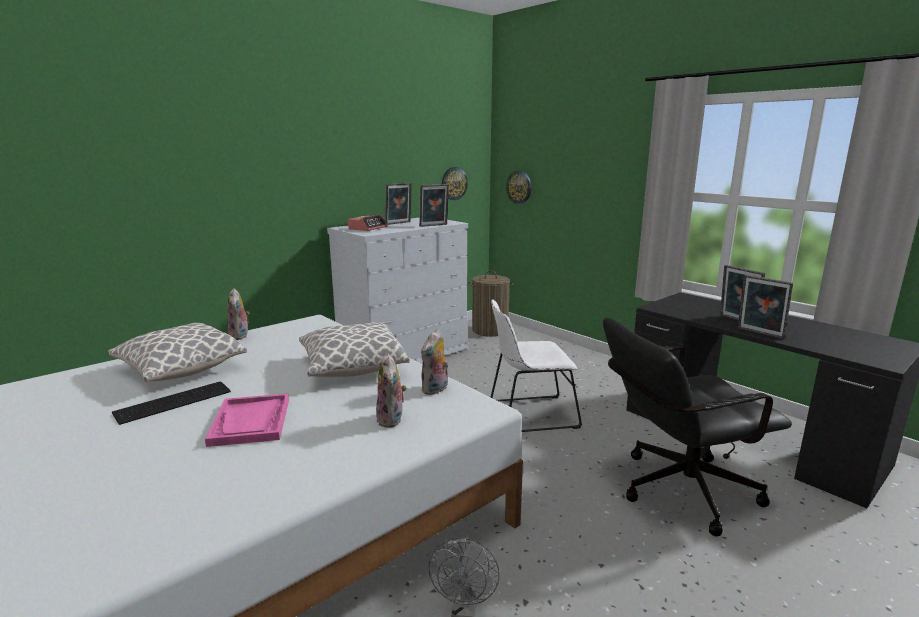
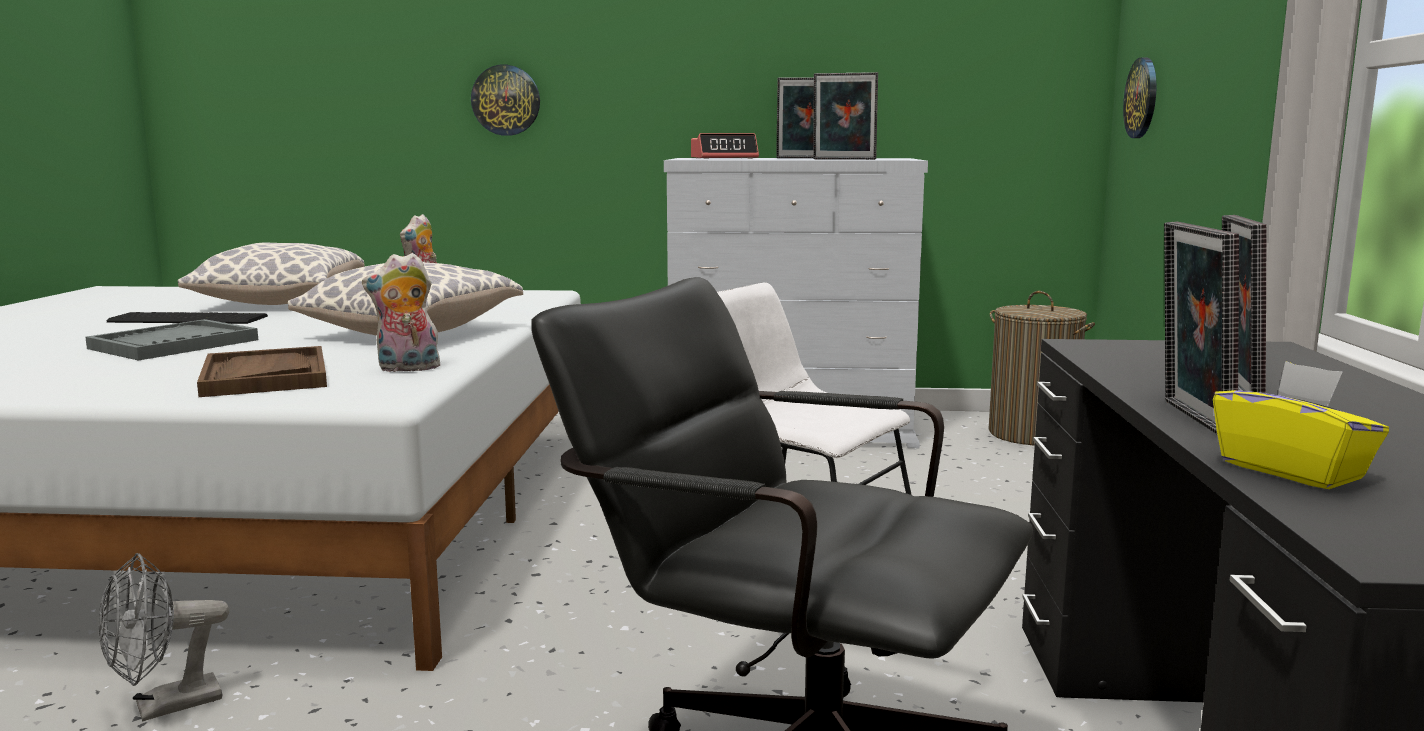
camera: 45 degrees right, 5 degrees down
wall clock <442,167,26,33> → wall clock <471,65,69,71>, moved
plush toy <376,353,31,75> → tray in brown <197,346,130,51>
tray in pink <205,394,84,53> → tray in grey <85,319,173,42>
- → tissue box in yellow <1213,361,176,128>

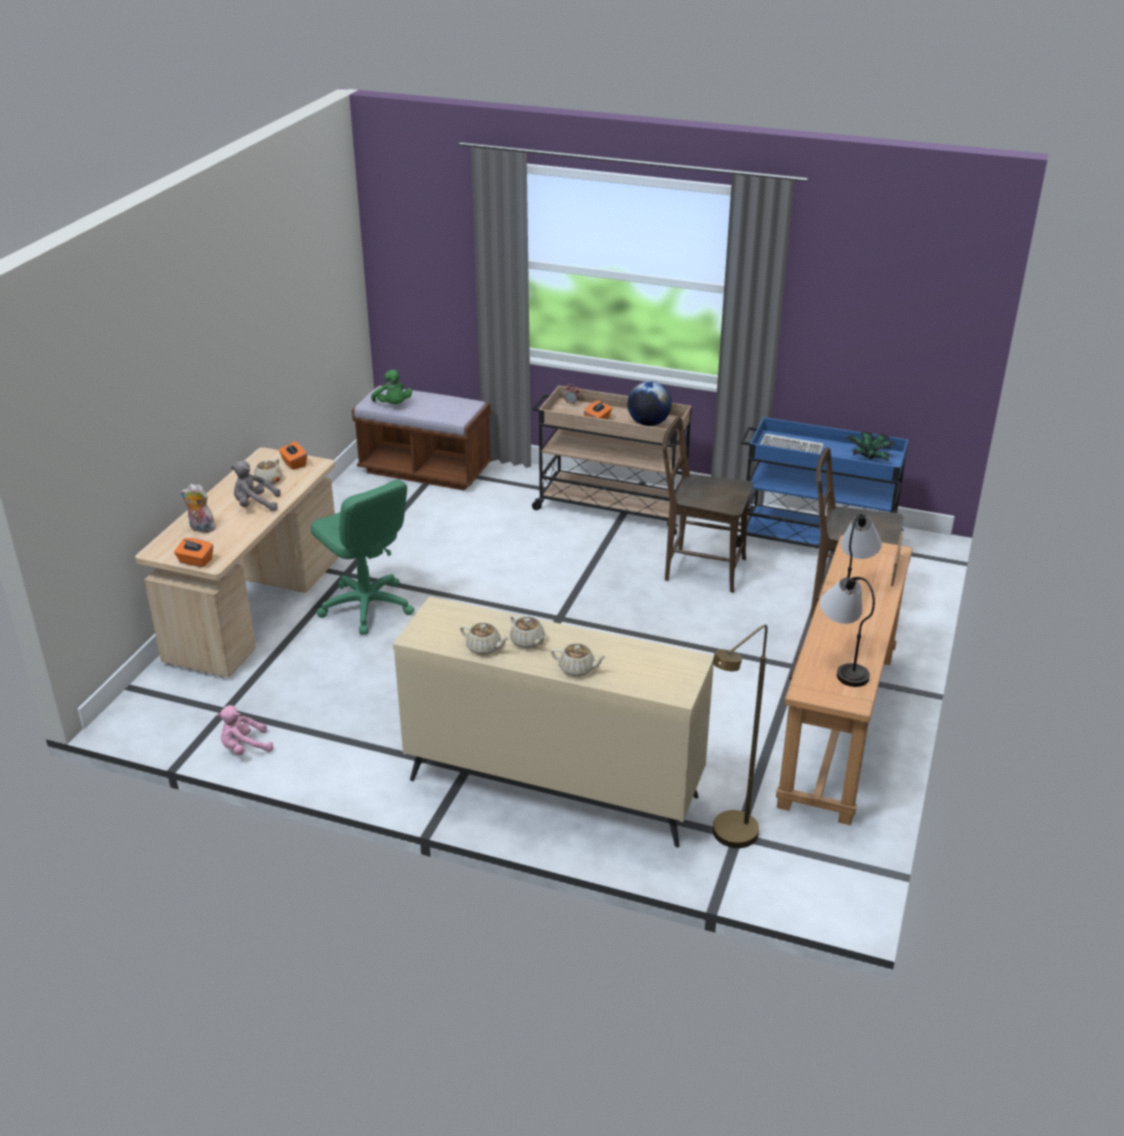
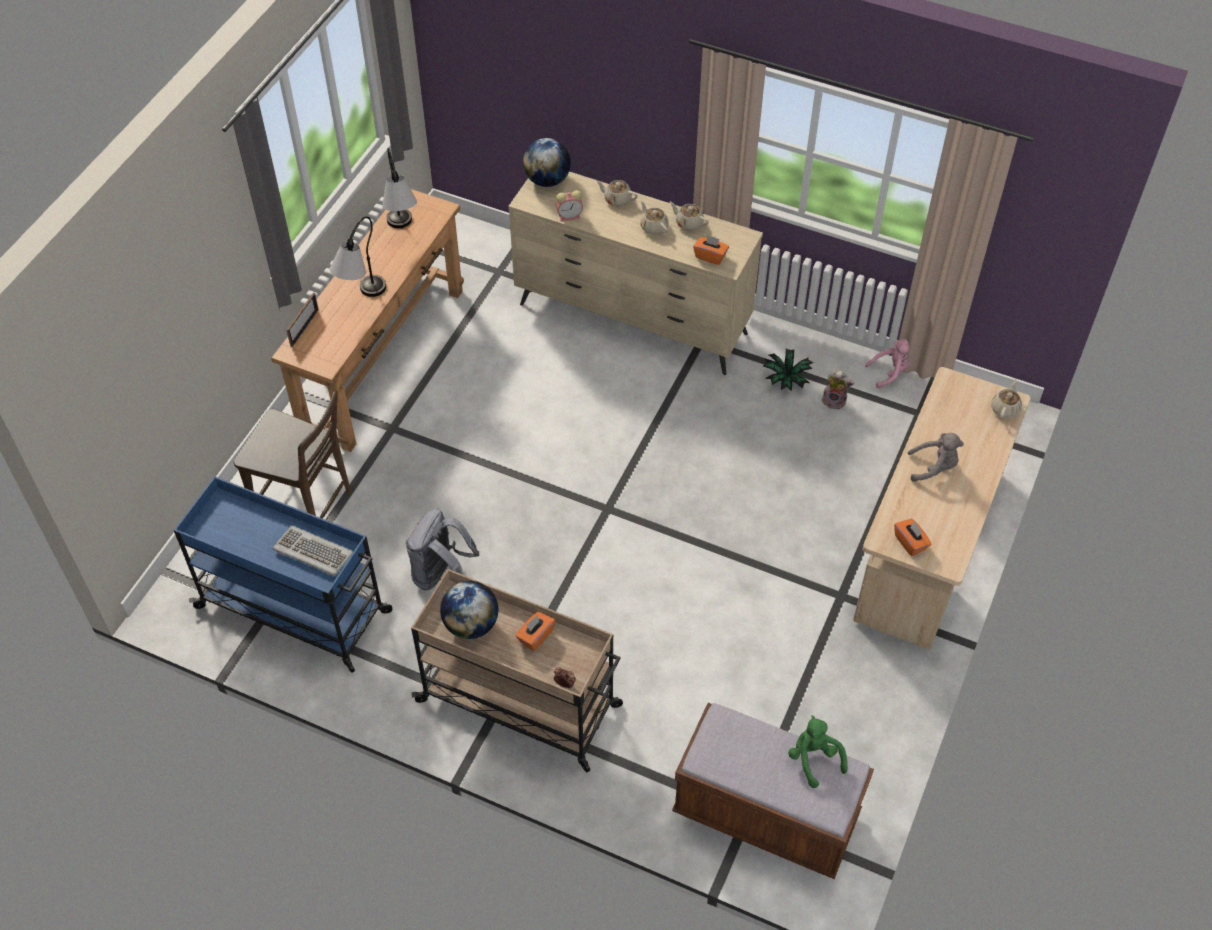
camera: 175 degrees left, 20 degrees up
chair in brown <662,417,91,176> → backpack in grey <406,508,73,82>
potted plant <846,432,50,29> → potted plant <763,348,50,43>, moved
teapot in beige <254,459,28,26> → teapot in beige <991,379,31,40>, moved
office chair in green <311,480,103,154> → -
plush toy <181,484,35,49> → plush toy <822,370,32,40>, moved
tissue box in orange <174,538,39,29> → tissue box in orange <693,235,36,30>, moved
floor lamp in brown <713,624,55,224> → -
- → globe <523,138,48,49>
- → alarm clock <556,190,27,32>

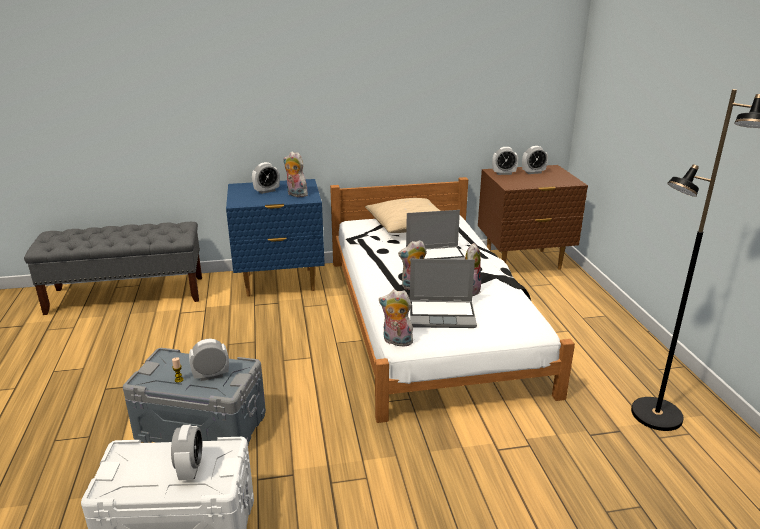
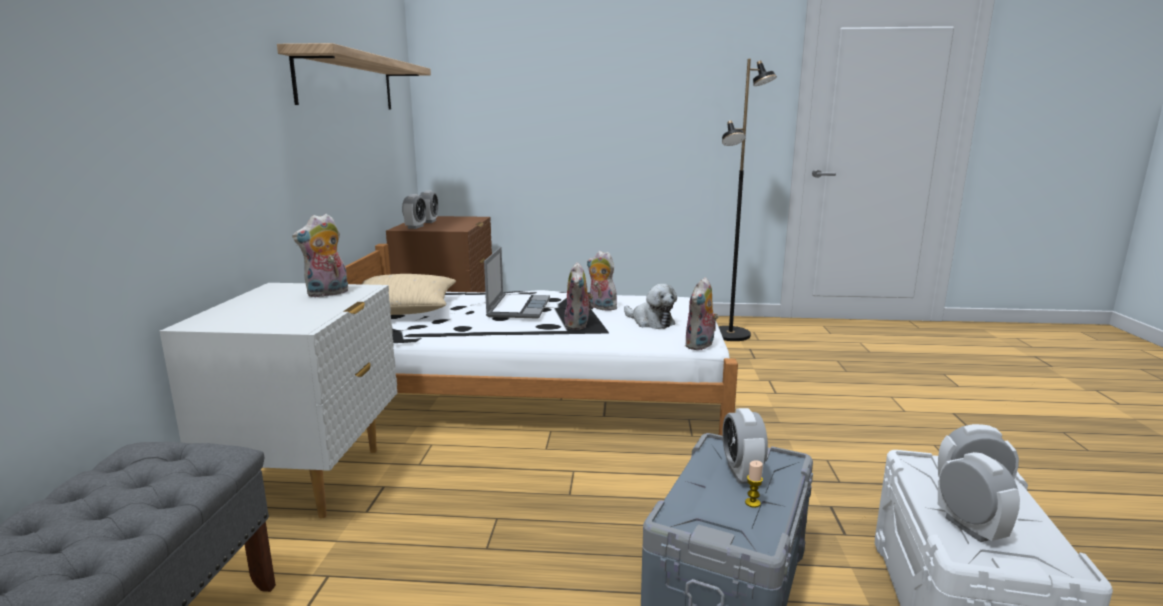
camera: 75 degrees left, 10 degrees down
alarm clock <252,162,28,32> → alarm clock <938,452,82,90>, moved
nightstand in blue <226,179,99,118> → nightstand in white <160,283,237,235>
laptop <410,259,67,69> → plush toy <624,284,53,45>
- → shelf <277,43,154,67>

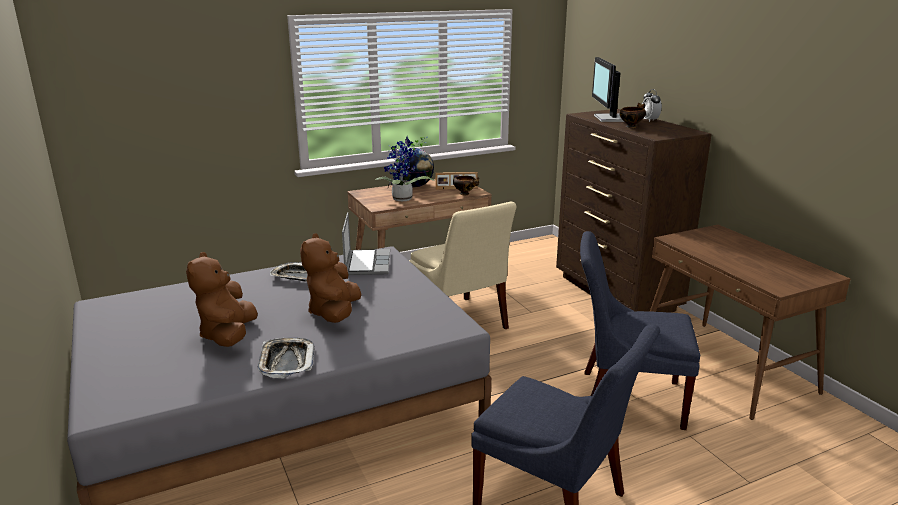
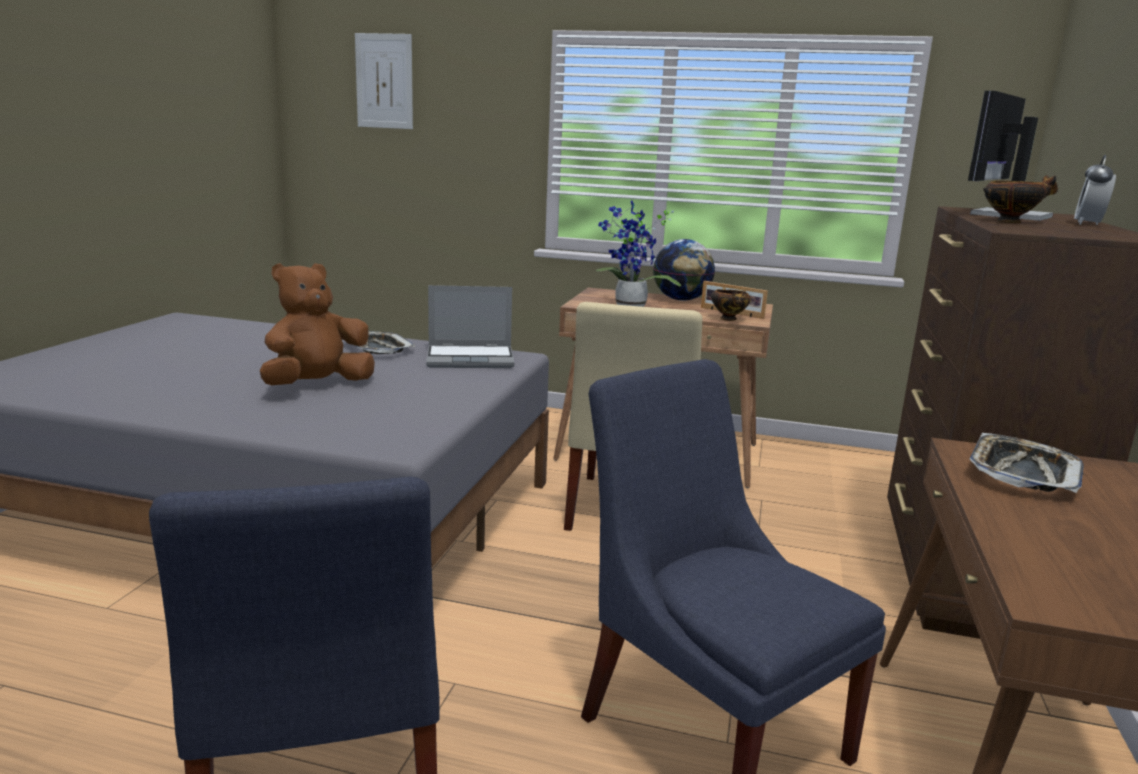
camera: 40 degrees right, 5 degrees down
laptop <342,212,48,63> → laptop <426,285,88,83>, 45 degrees clockwise
plush toy in brown <186,252,72,95> → -
tray <257,338,58,40> → tray <969,433,115,60>, moved
- → picture <355,33,58,96>

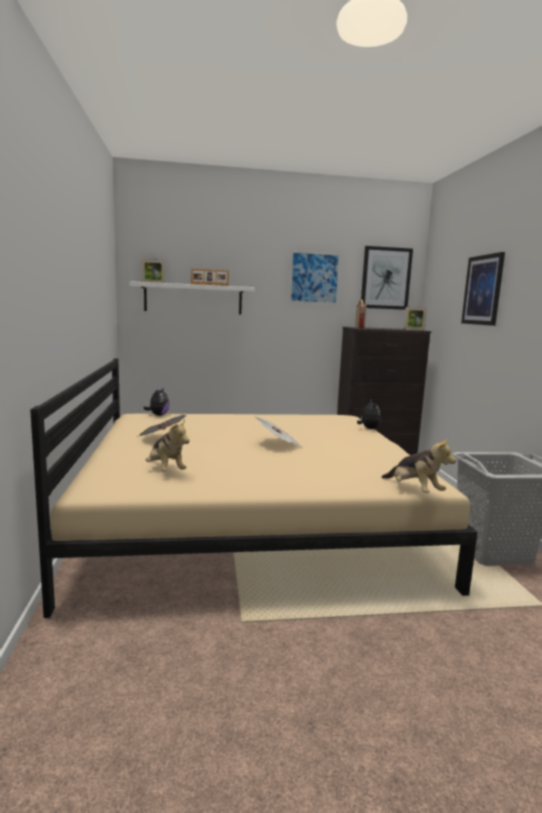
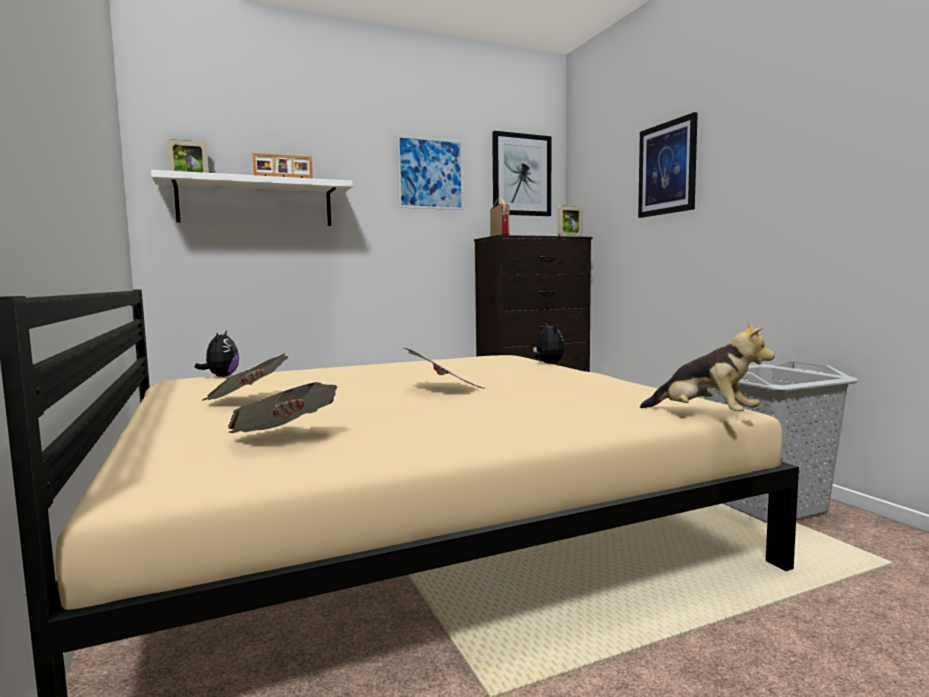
camera: 15 degrees left, 5 degrees down
plush toy <146,419,44,52> → newspaper <228,382,110,51>

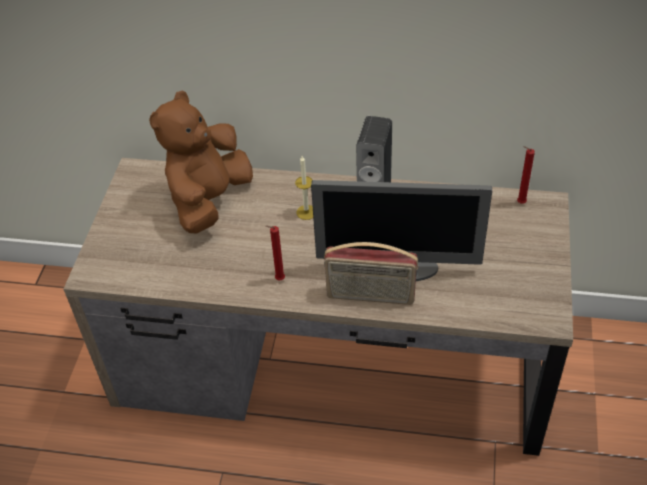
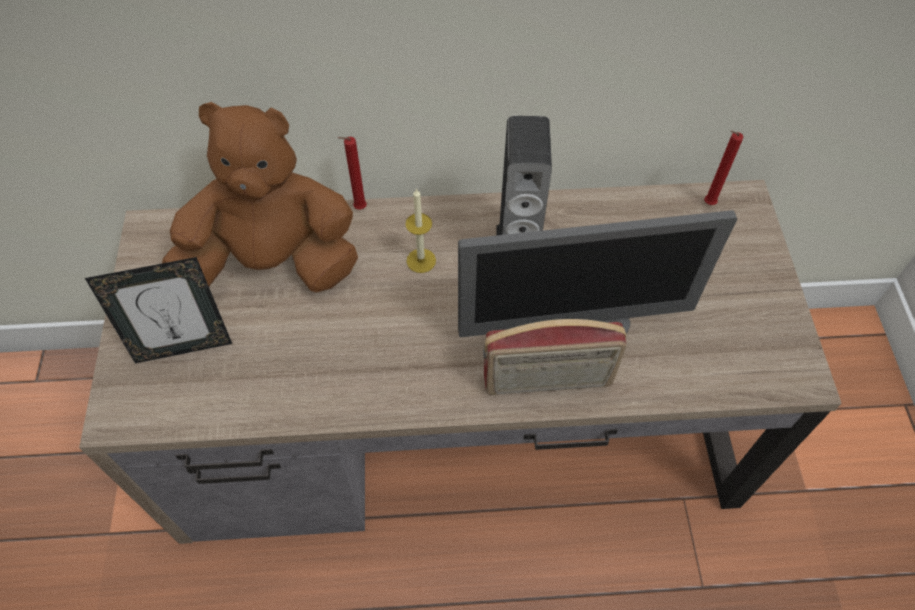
camera: 15 degrees left, 10 degrees up
plush toy in brown <149,90,104,143> → plush toy in brown <162,102,196,191>, 75 degrees clockwise
candle in red <265,226,20,54> → candle in red <338,137,29,73>, moved
- → picture frame <85,257,147,106>

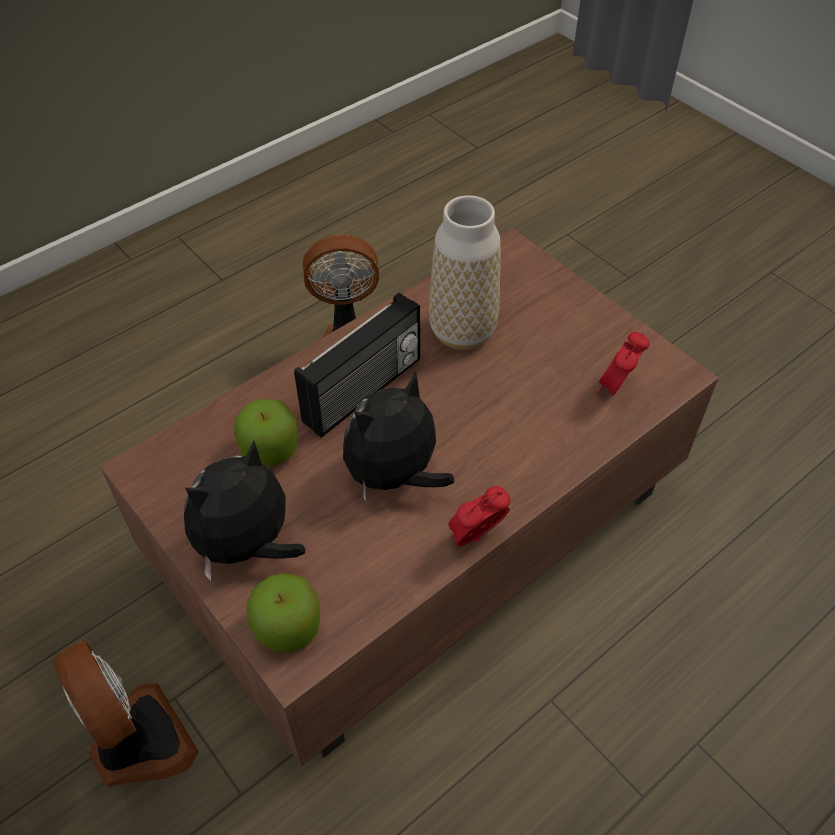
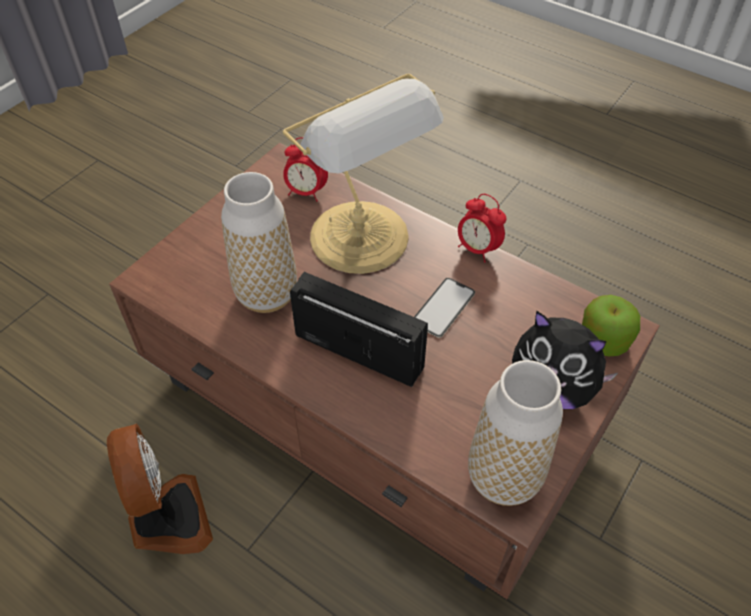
camera: 105 degrees left, 0 degrees up
plush toy <343,371,111,133> → phone <414,278,61,60>
apple <234,399,63,68> → -
fan <53,639,146,148> → -
- → table lamp <282,74,162,200>
- → vase <468,360,95,146>

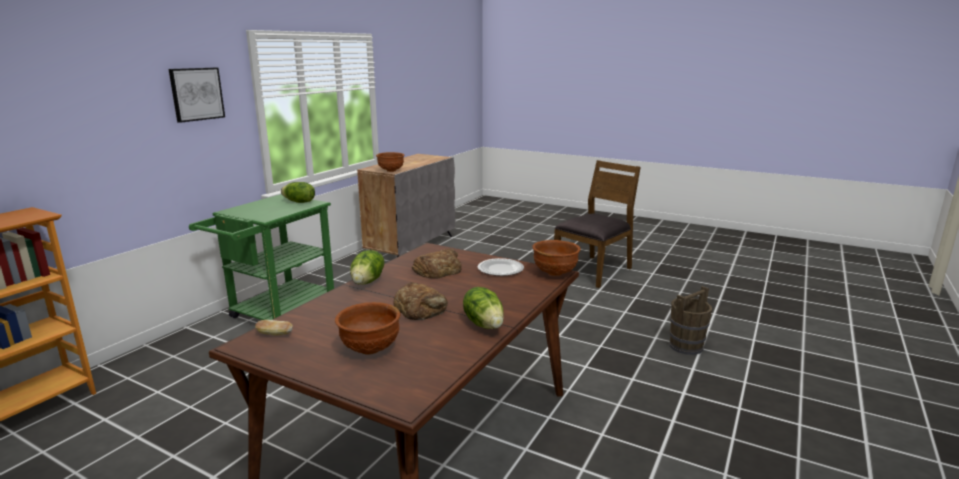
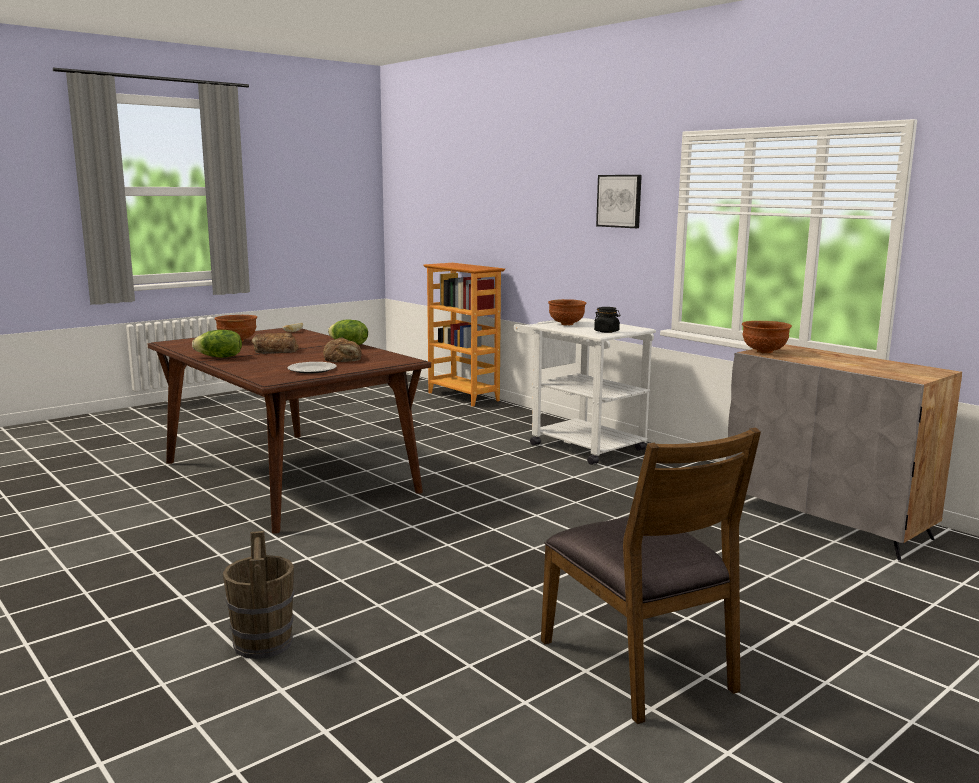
camera: 110 degrees right, 5 degrees down
lettuce <281,182,34,21> → jar in black <594,307,27,26>
cart in green <189,194,145,126> → cart in white <514,318,142,147>
bowl in brown <532,240,49,36> → bowl in brown <548,299,39,26>, moved

